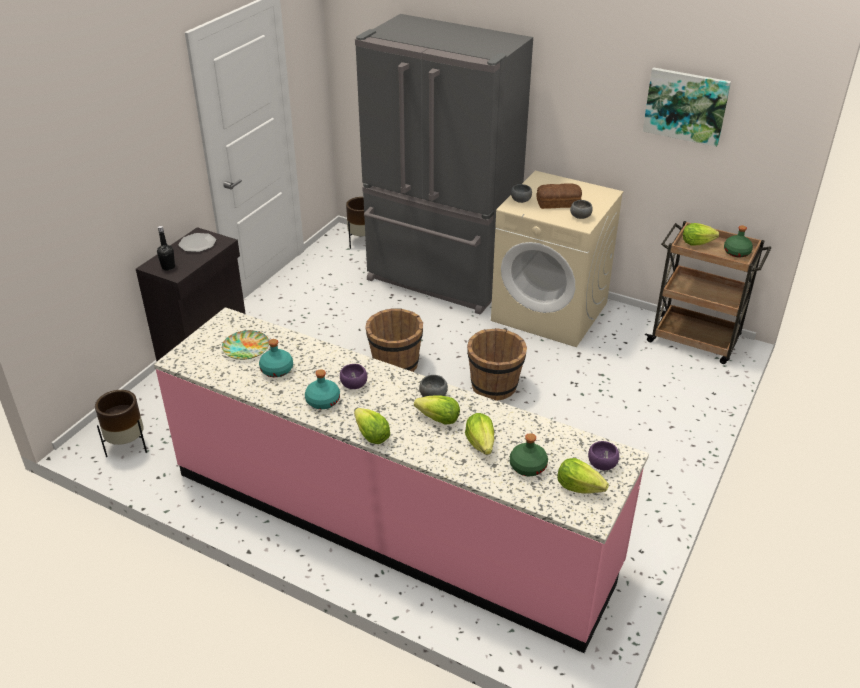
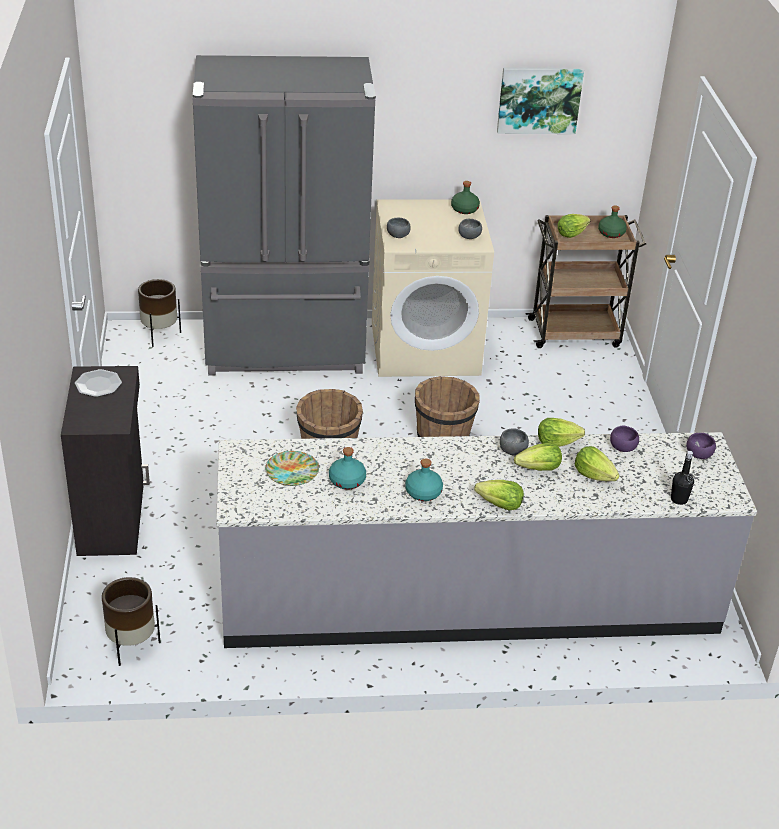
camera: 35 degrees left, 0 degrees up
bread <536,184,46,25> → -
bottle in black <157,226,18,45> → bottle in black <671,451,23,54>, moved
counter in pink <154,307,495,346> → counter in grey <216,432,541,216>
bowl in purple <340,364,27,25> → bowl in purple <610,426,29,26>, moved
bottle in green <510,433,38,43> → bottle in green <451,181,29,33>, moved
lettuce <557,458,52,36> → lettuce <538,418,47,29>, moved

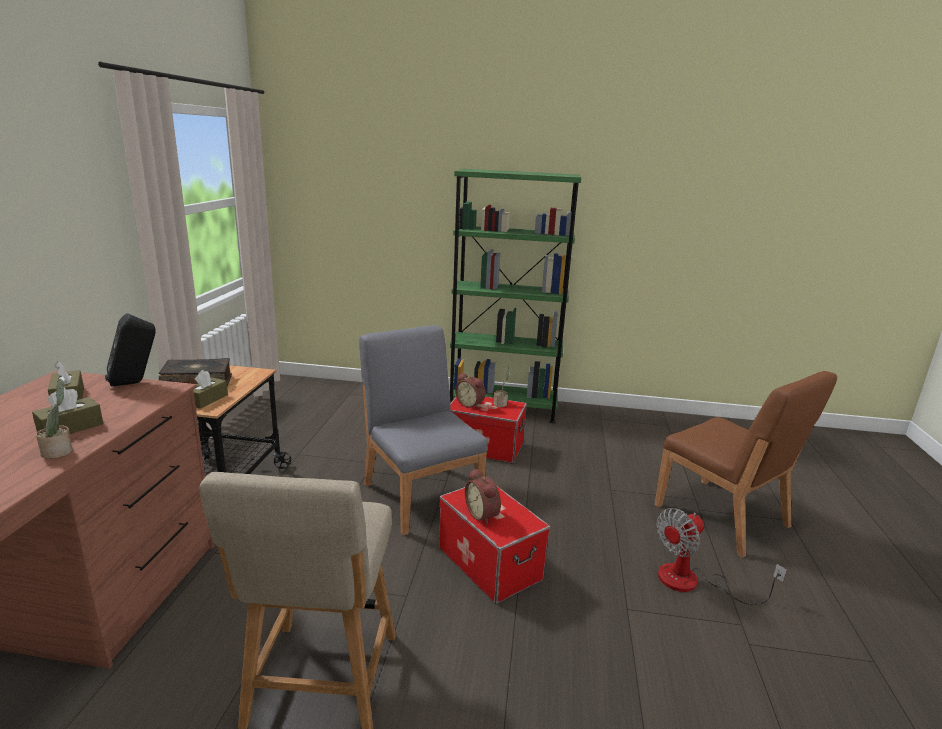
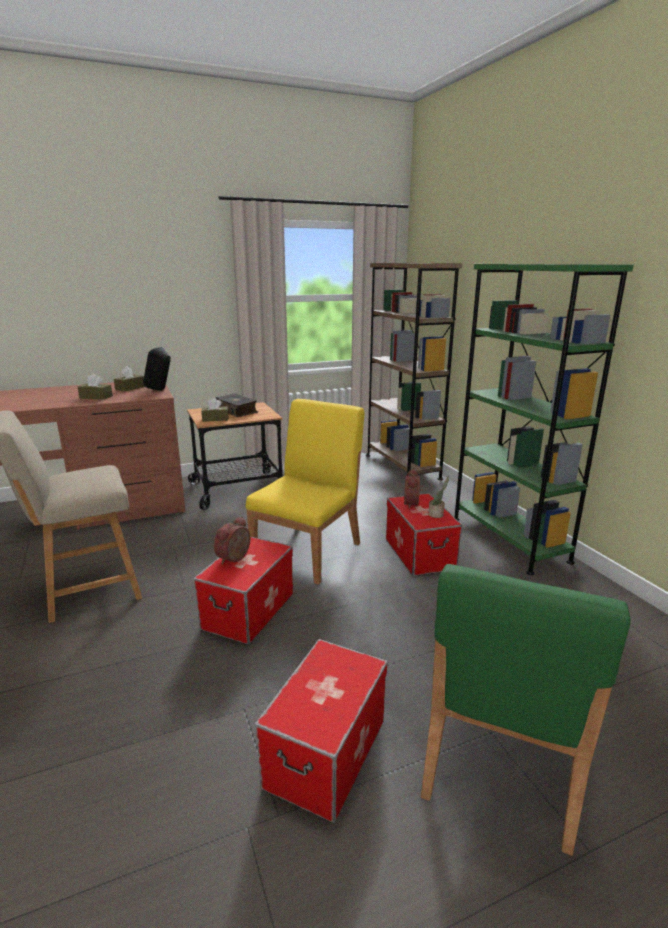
camera: 60 degrees right, 0 degrees up
chair in grey <359,325,129,210> → chair in yellow <246,399,118,186>
chair in brown <654,371,183,187> → chair in green <421,564,209,292>
potted plant <36,379,37,80> → -
fan <657,508,130,97> → storage box <255,639,132,184>
- → bookcase in brown <366,263,96,217>

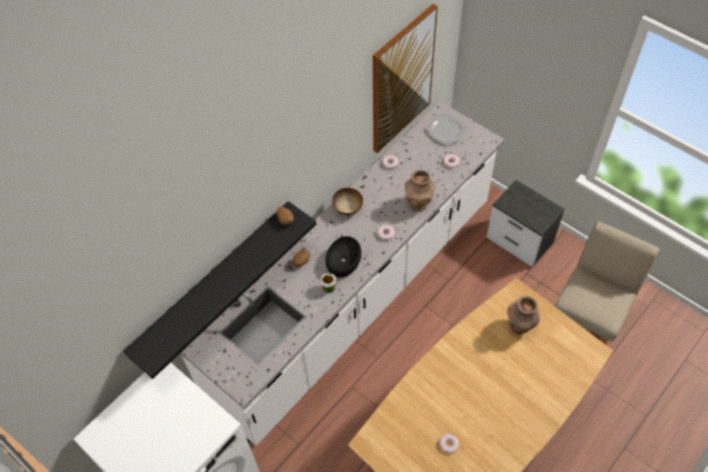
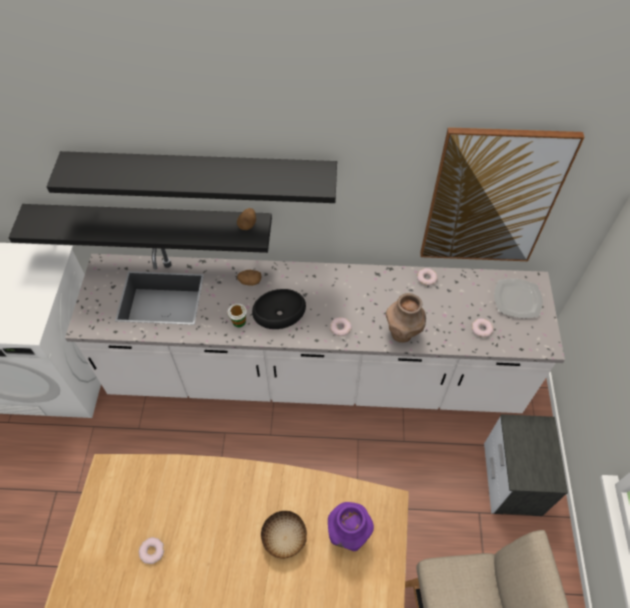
camera: 50 degrees right, 0 degrees up
bowl <332,188,31,27> → bowl <261,511,46,47>, moved
vase in brown <507,296,33,38> → vase in purple <328,502,46,49>
- → shelf in black <46,151,291,52>

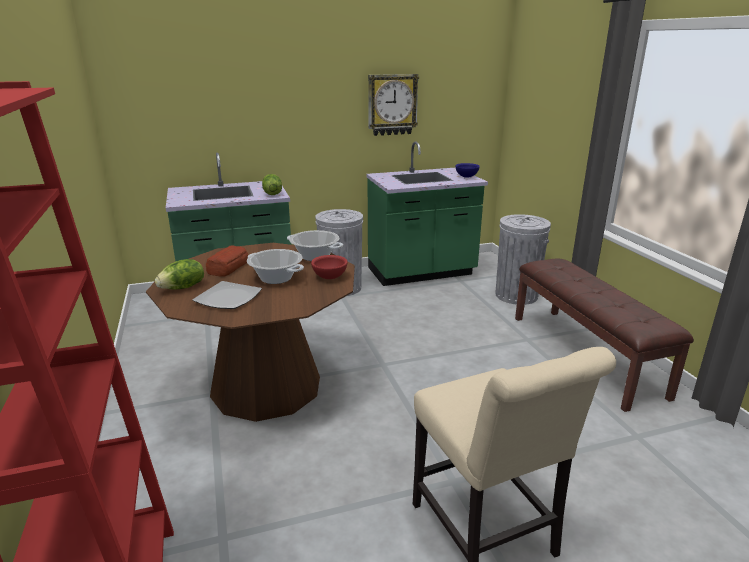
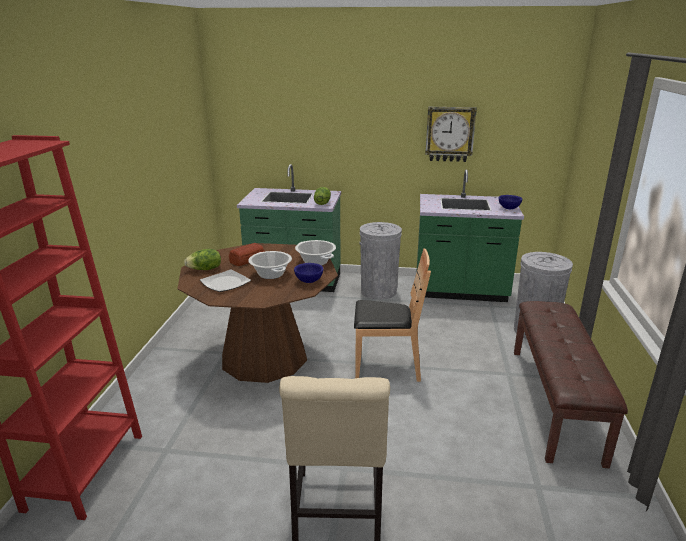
camera: 25 degrees right, 0 degrees up
bowl in red <311,255,37,24> → bowl in blue <294,263,29,20>
- → chair in brown <354,248,77,134>

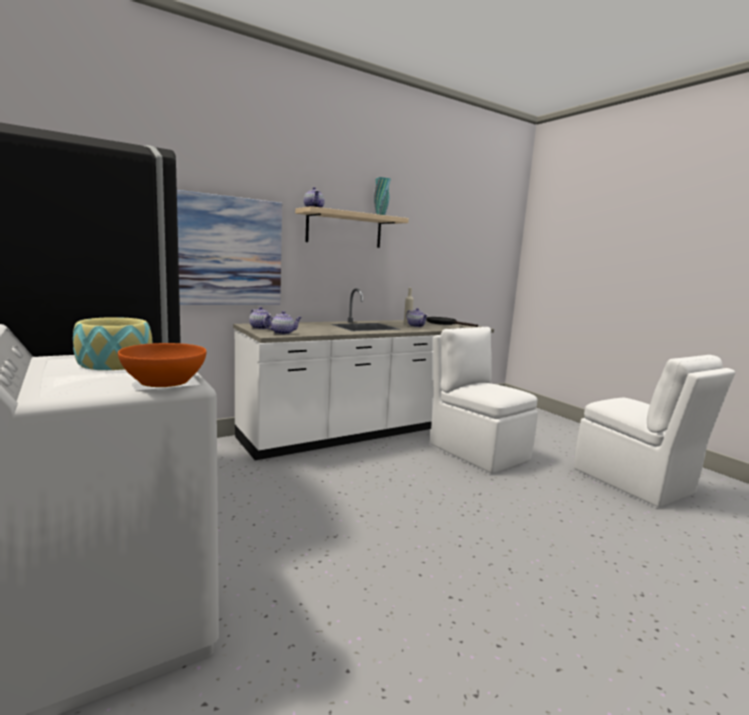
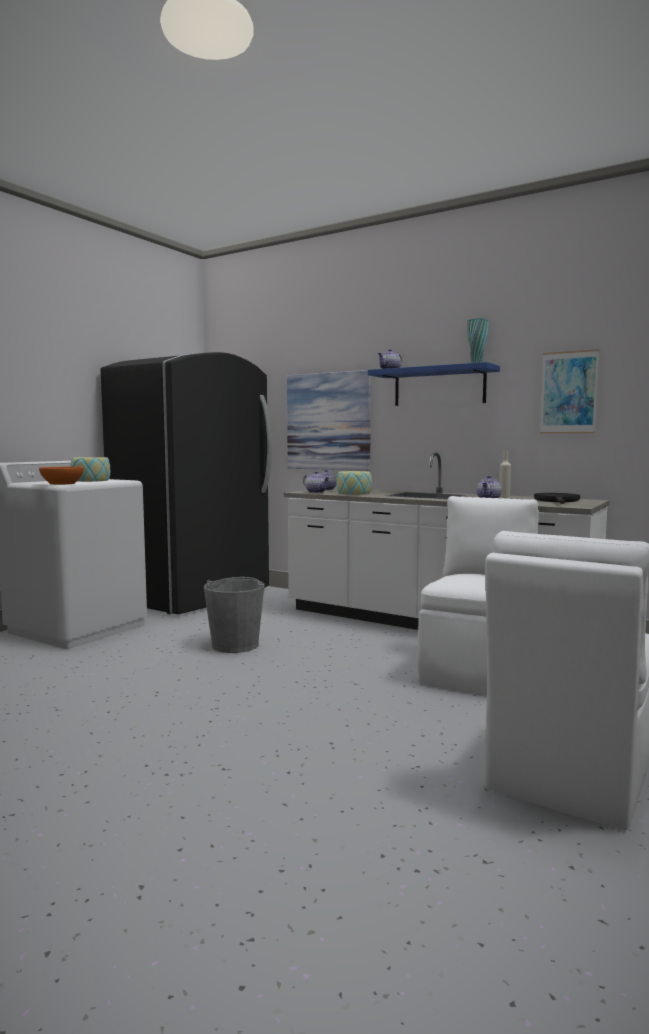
camera: 65 degrees right, 5 degrees down
shelf in beige <295,206,114,42> → shelf in blue <368,362,132,44>
- → picture <540,349,60,85>
- → bowl <337,471,35,24>
- → bucket in grey <204,577,61,76>

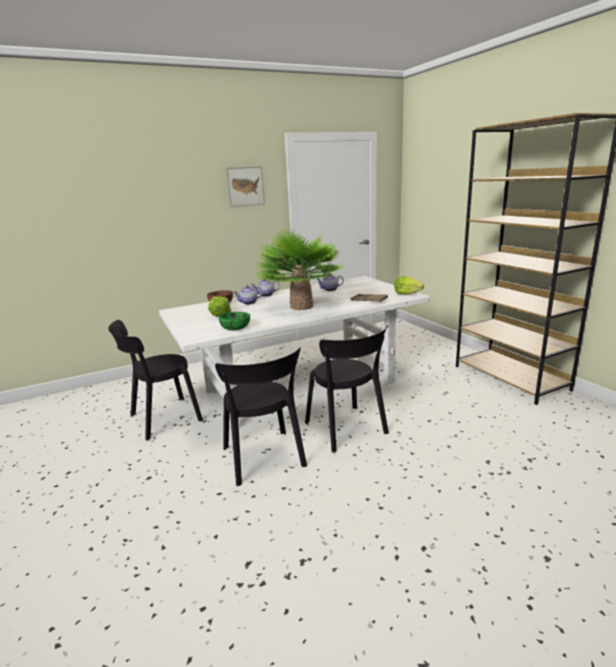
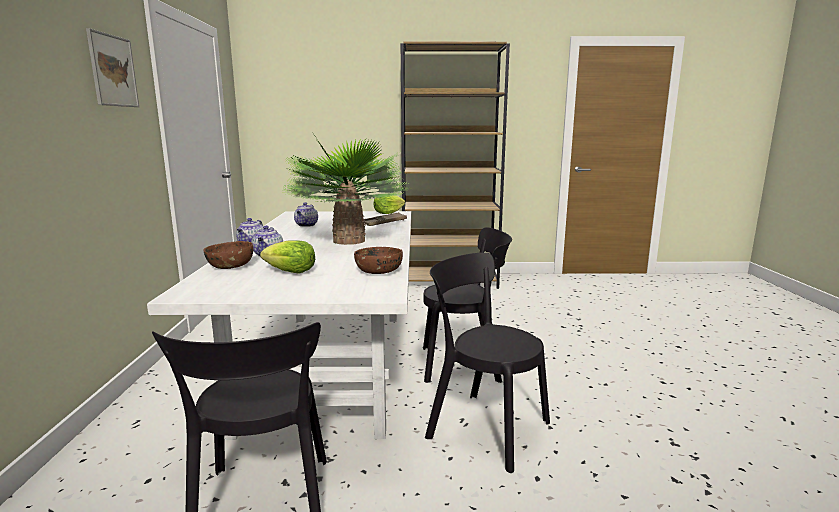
camera: 65 degrees left, 5 degrees down
bowl in green <219,312,31,18> → bowl in brown <354,247,49,27>
chair in black <215,348,92,138> → chair in black <425,252,125,221>, 150 degrees counterclockwise

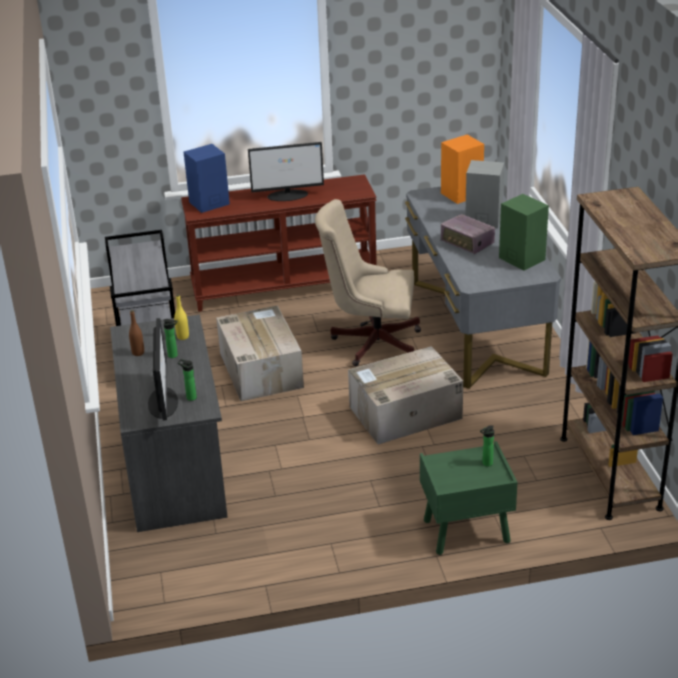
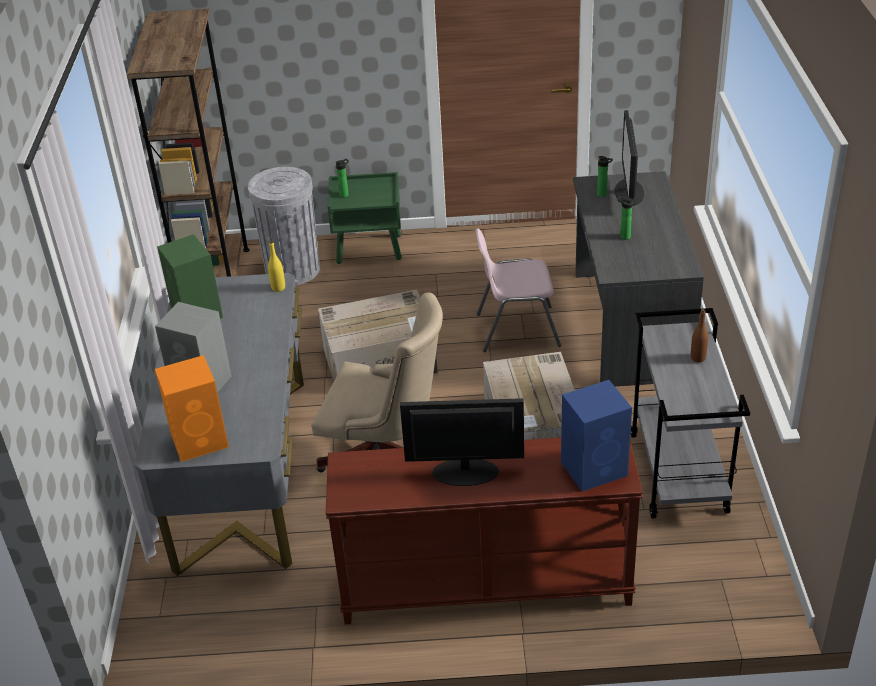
camera: 170 degrees left, 5 degrees up
radio <441,214,54,40> → -
bottle in yellow <174,294,15,46> → bottle in yellow <268,241,17,51>, moved
bottle in brown <129,310,15,46> → bottle in brown <691,309,17,54>, moved
- → trash can in grey <248,167,72,119>
- → chair in pink <476,228,85,124>

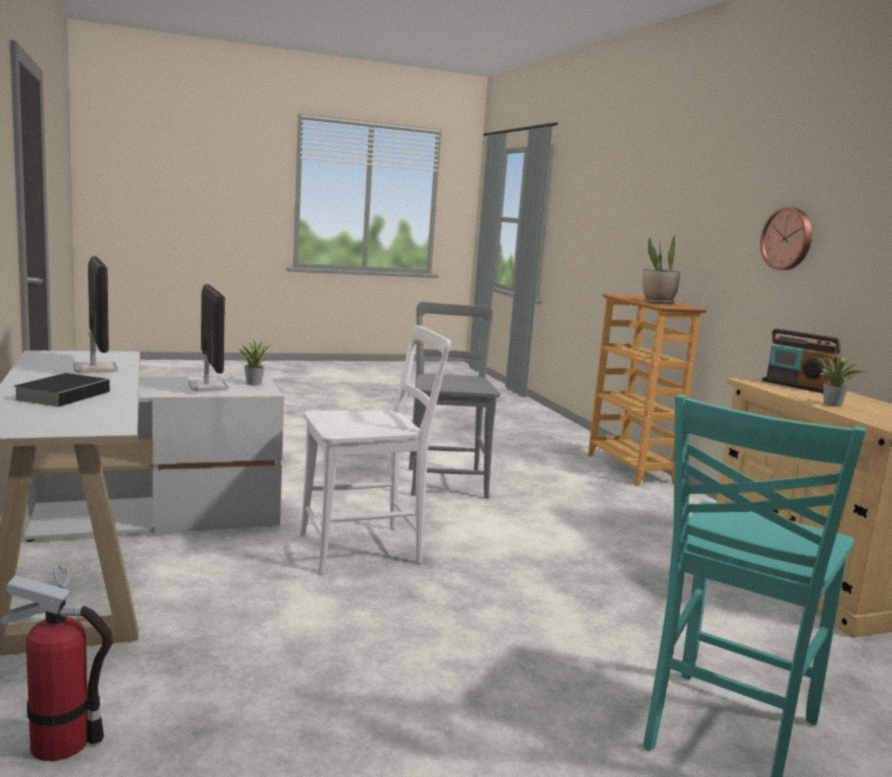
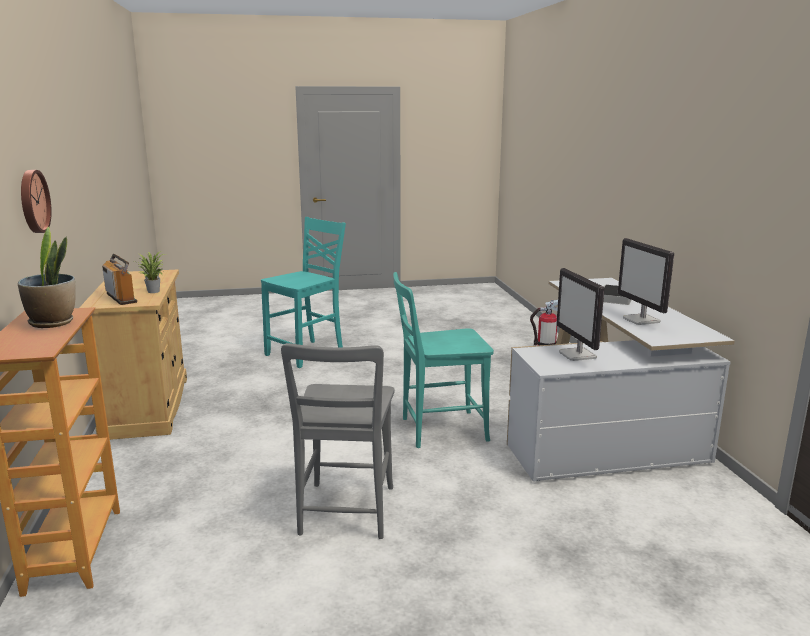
camera: 170 degrees left, 5 degrees up
chair in white <299,325,152,248> → chair in turquoise <393,272,101,176>
potted plant <237,339,42,46> → potted plant <132,260,31,33>, moved

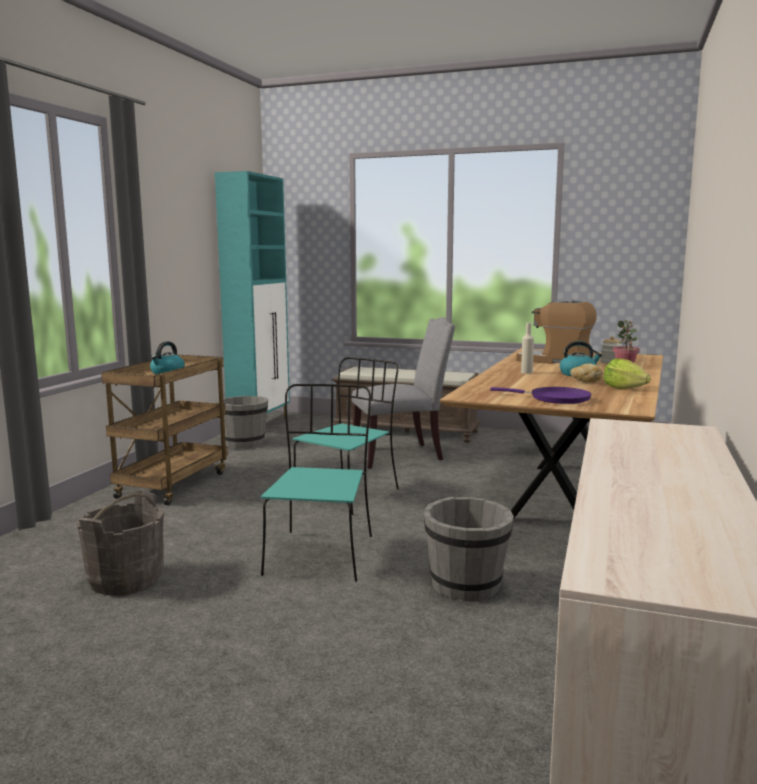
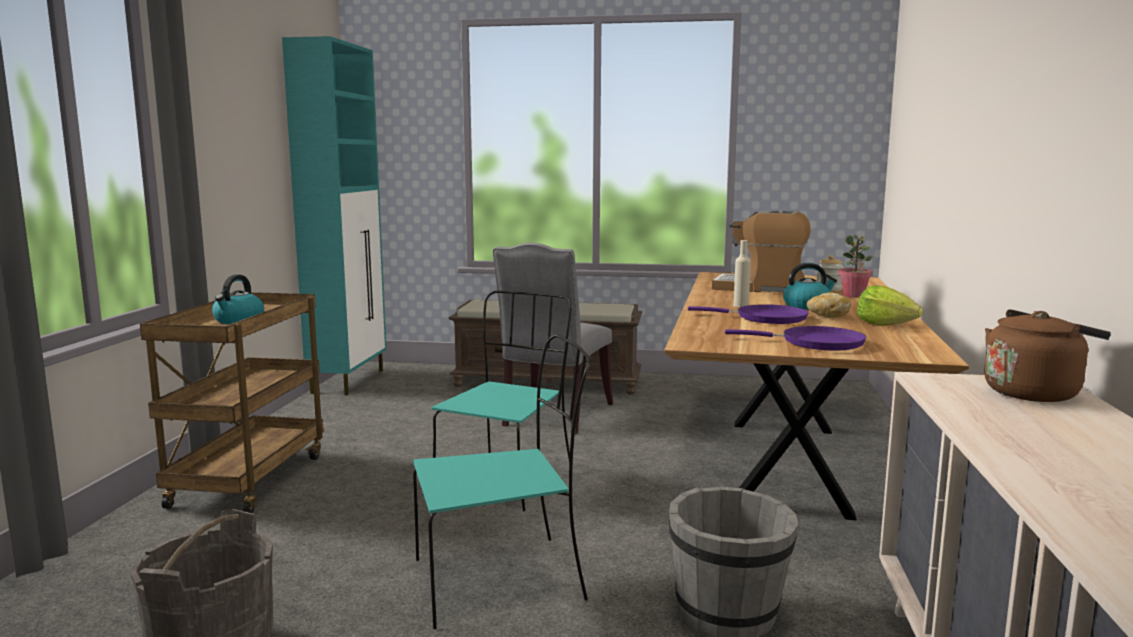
camera: 10 degrees left, 0 degrees up
chair in grey <352,317,103,152> → chair in grey <493,243,120,192>, 135 degrees clockwise
chair in turquoise <261,384,111,198> → chair in turquoise <413,334,178,295>, 75 degrees clockwise
bucket in grey <216,396,52,52> → -
- → frying pan in purple <688,304,120,20>
- → kettle in brown <984,309,127,93>

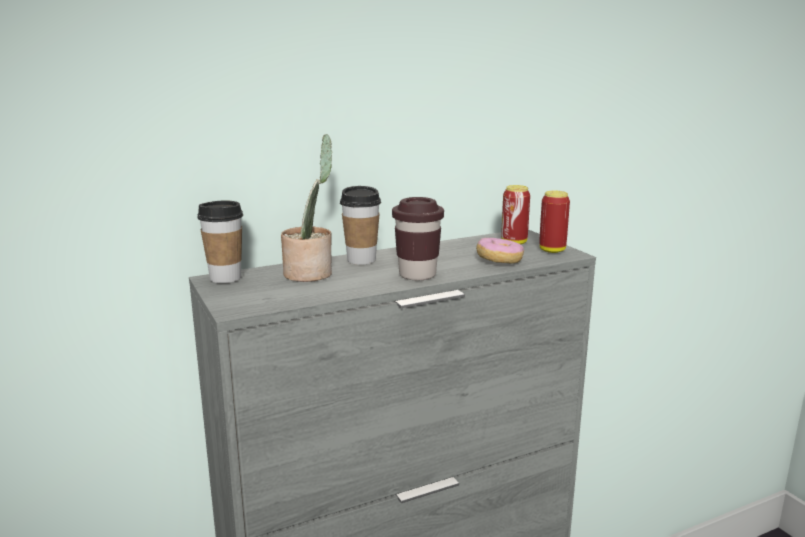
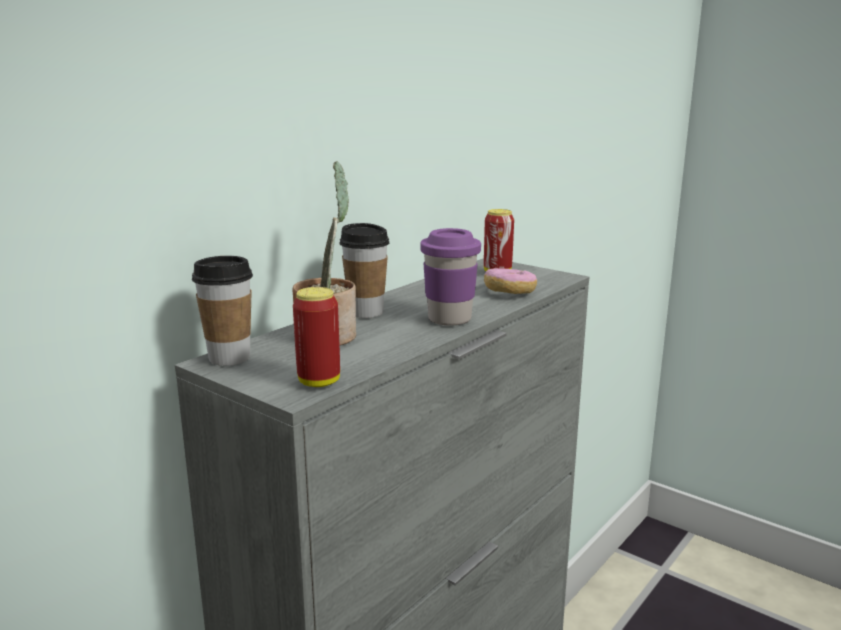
camera: 25 degrees left, 0 degrees up
can <539,191,31,62> → can <293,287,47,100>, moved
cup in brown <392,197,52,83> → cup in purple <420,228,61,98>

